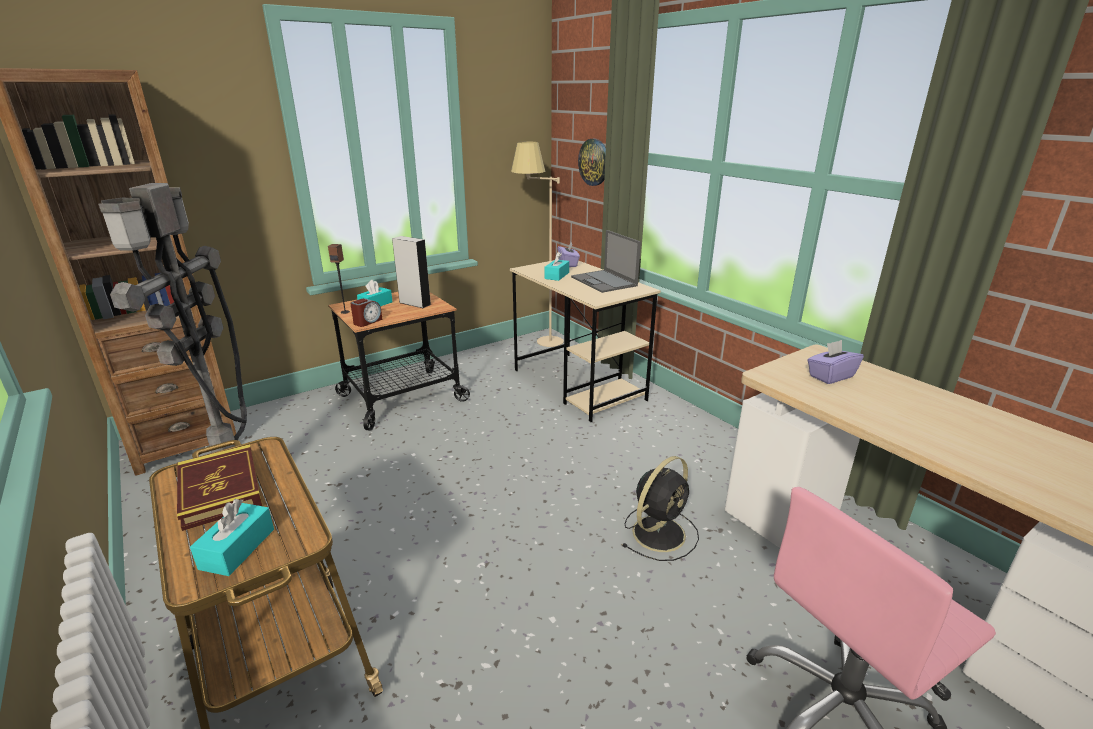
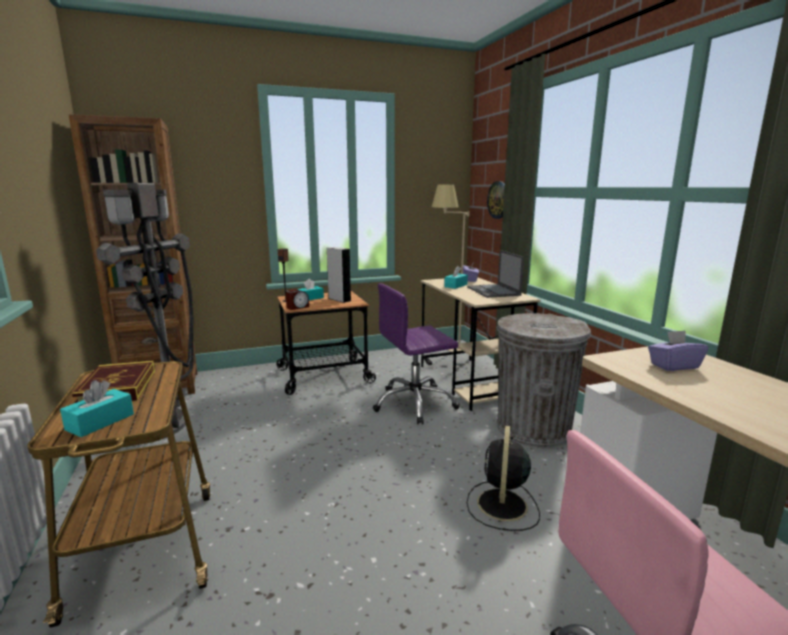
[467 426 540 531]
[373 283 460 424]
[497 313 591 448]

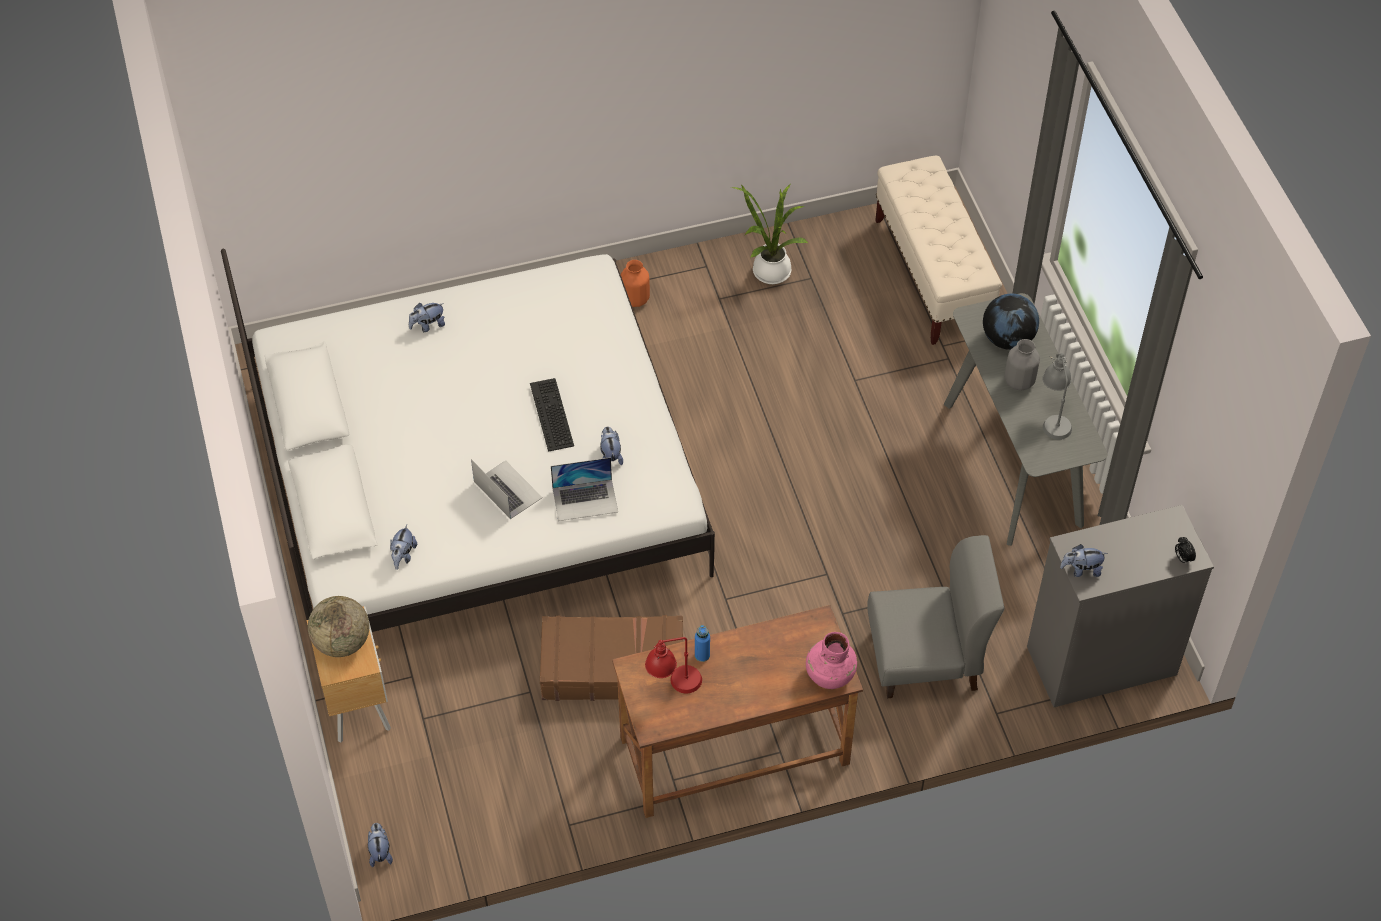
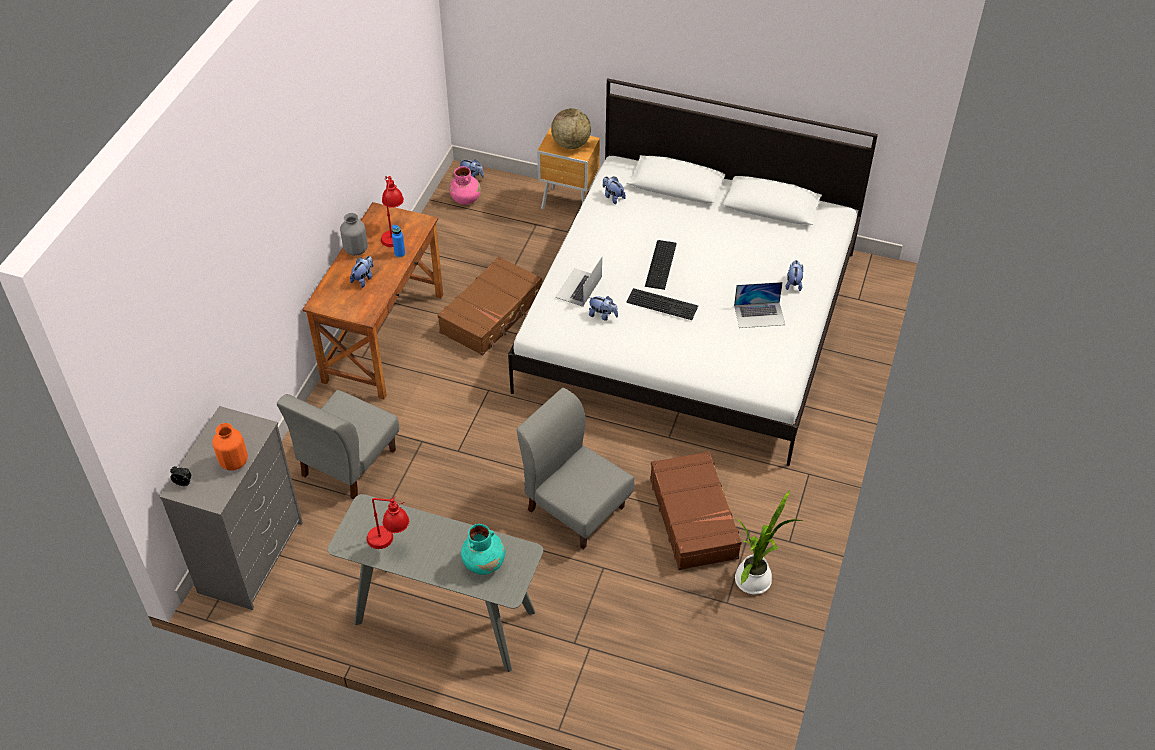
[734 282 785 328]
[212 423 248 470]
[449 166 481 205]
[875 156 1002 345] (first image)
[461 524 505 575]
[340 213 368 256]
[367 497 409 549]
[350 256 373 288]
[517 388 634 549]
[645 240 677 290]
[650 451 742 570]

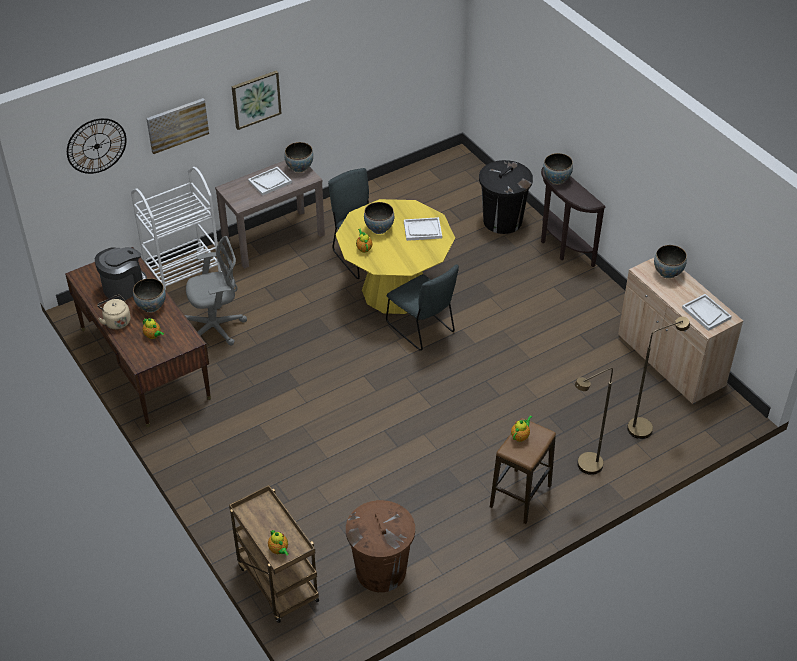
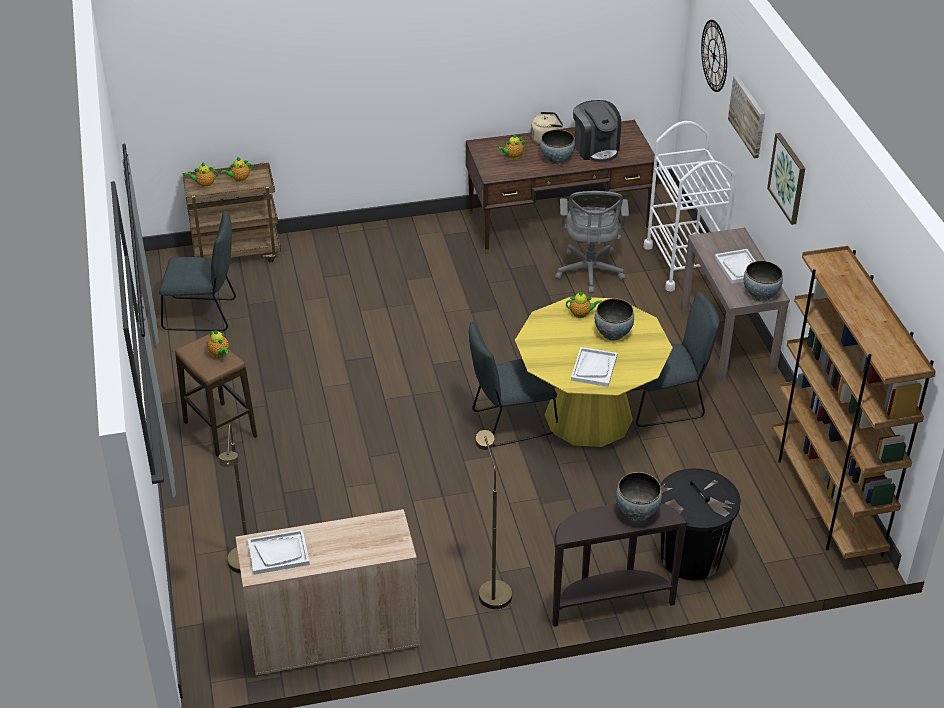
[159 211 236 331]
[475 430 512 609]
[654 245 687 279] (first image)
[221 157 252 182]
[772 246 936 559]

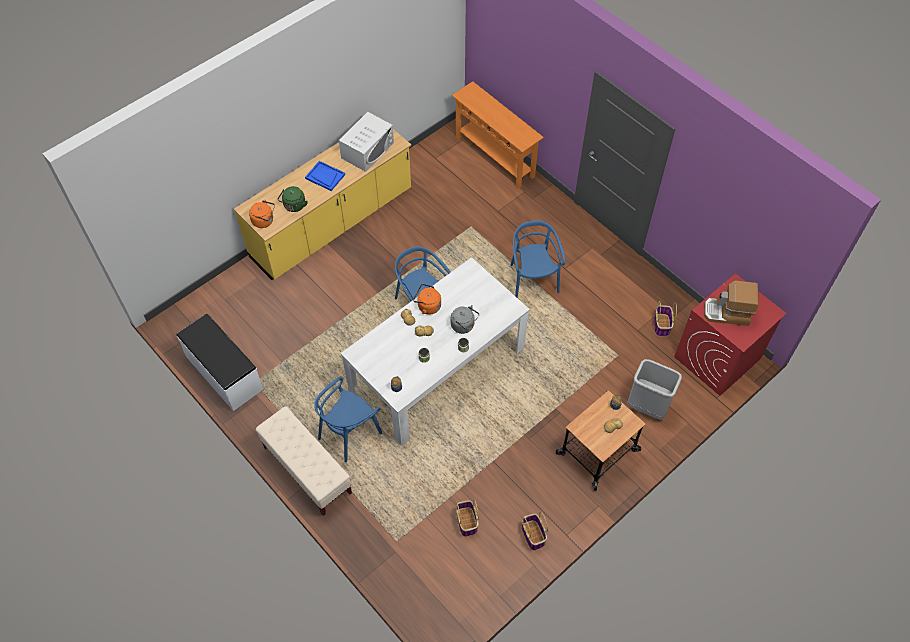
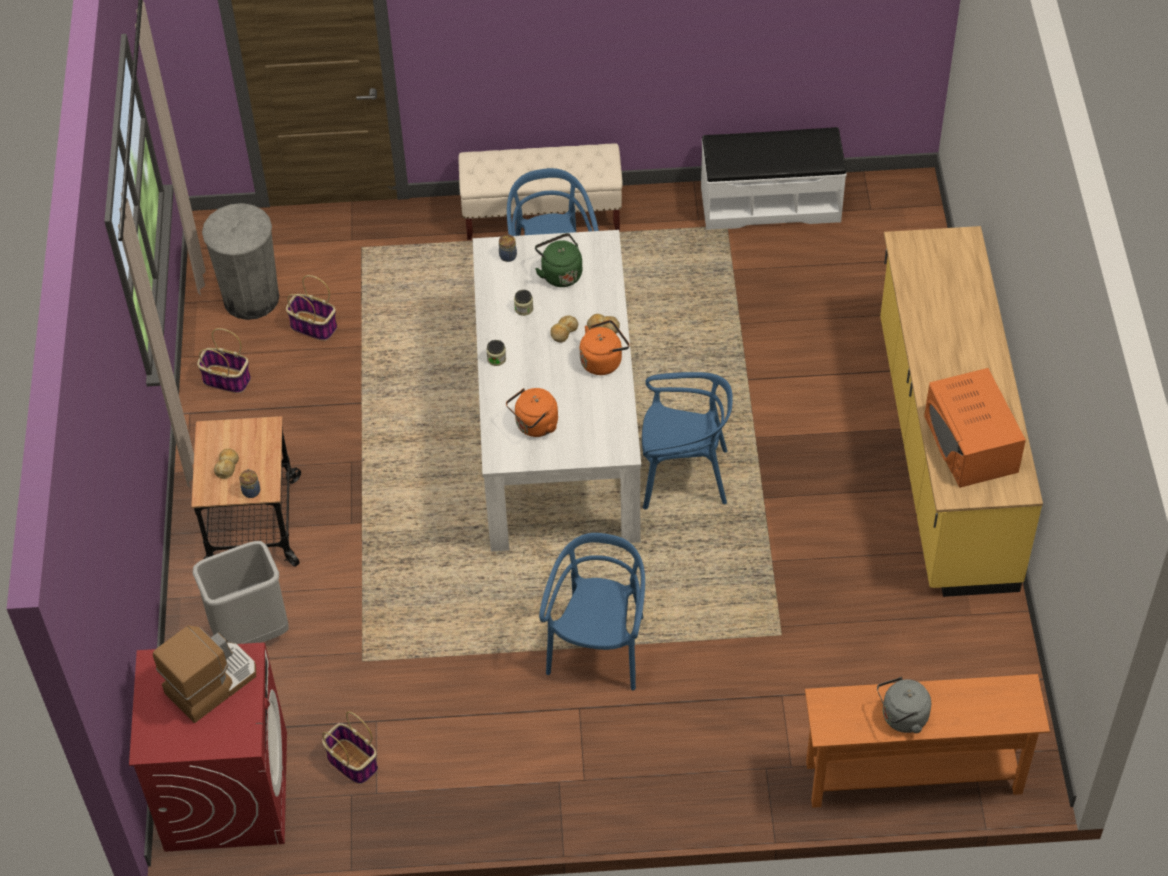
[506 388 558 437]
[535 233 582 287]
[305 161 345 191] (first image)
[924 368 1026 488]
[877 677 931 733]
[539 533 645 690]
[202 203 279 320]

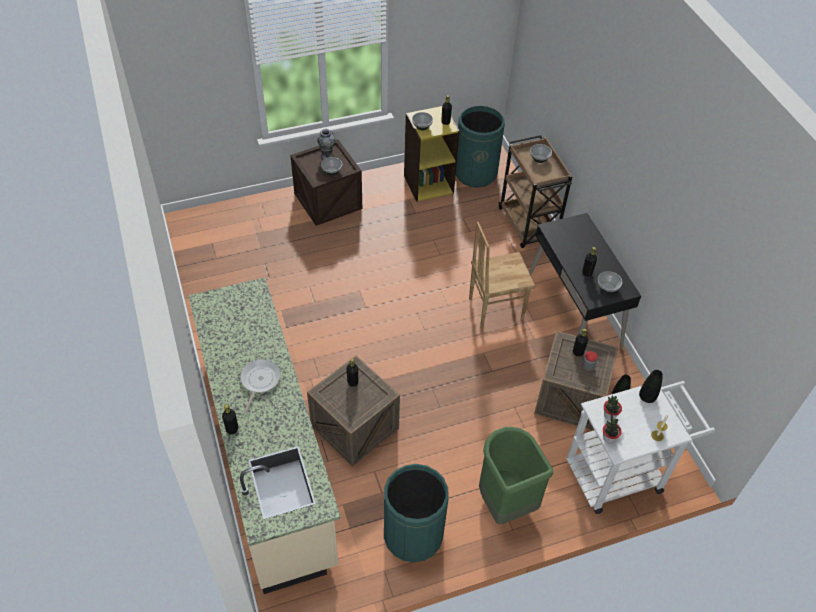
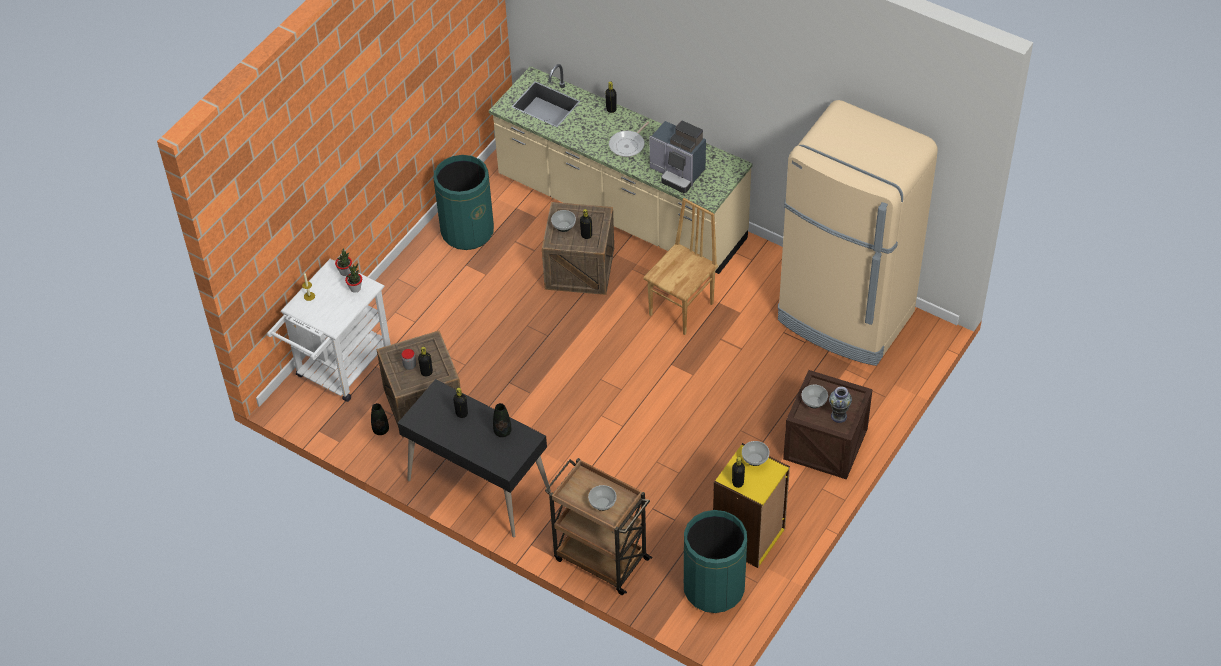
[609 121 649 157]
[643 198 718 335]
[479 427 553 524] (first image)
[551 210 576 232]
[493 403 512 437]
[649 121 706 193]
[778 100 938 366]

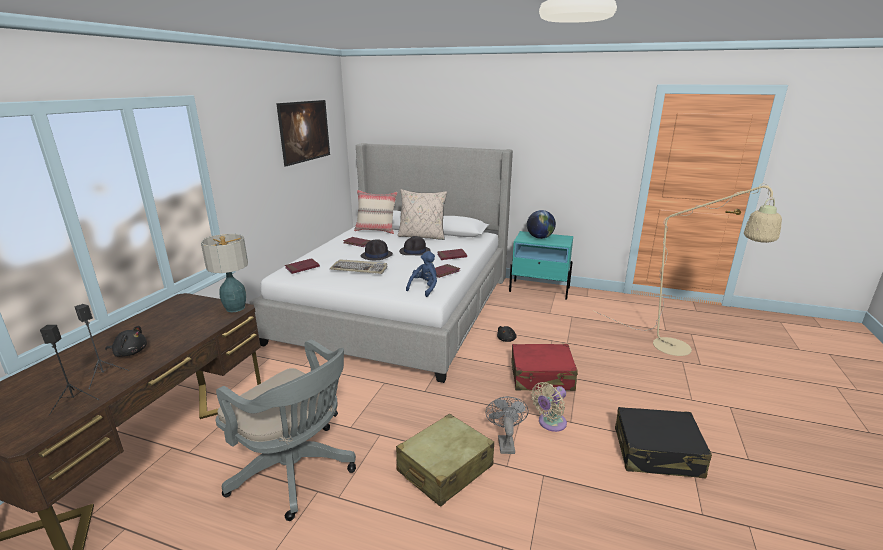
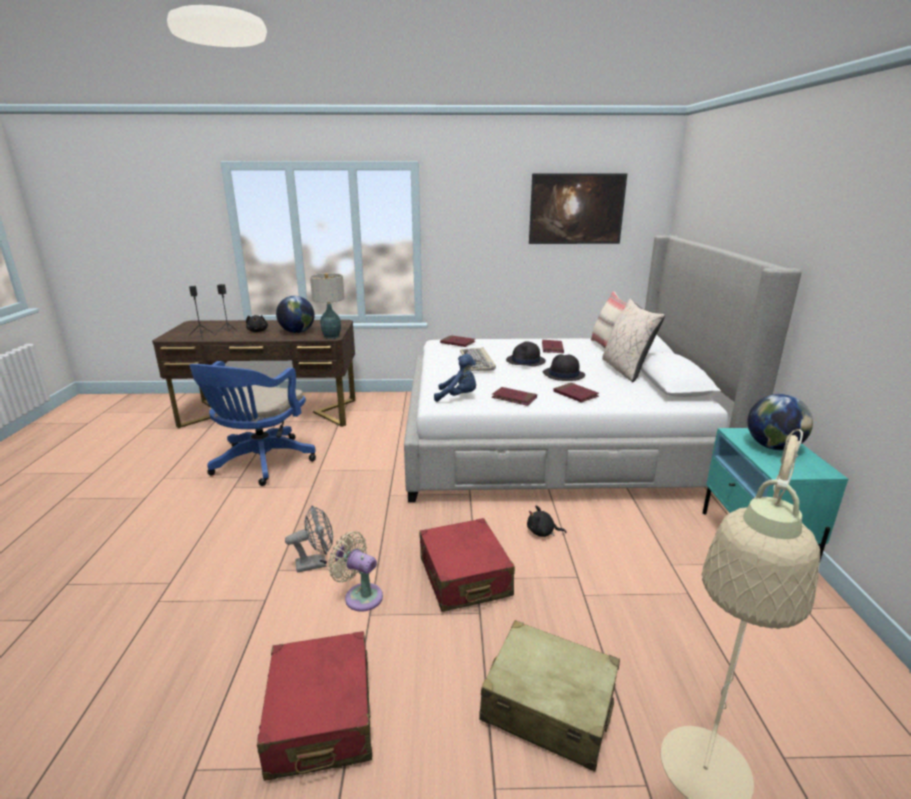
[189 361 316 486]
[479 620 620 772]
[257 631 372 781]
[276 296 315 333]

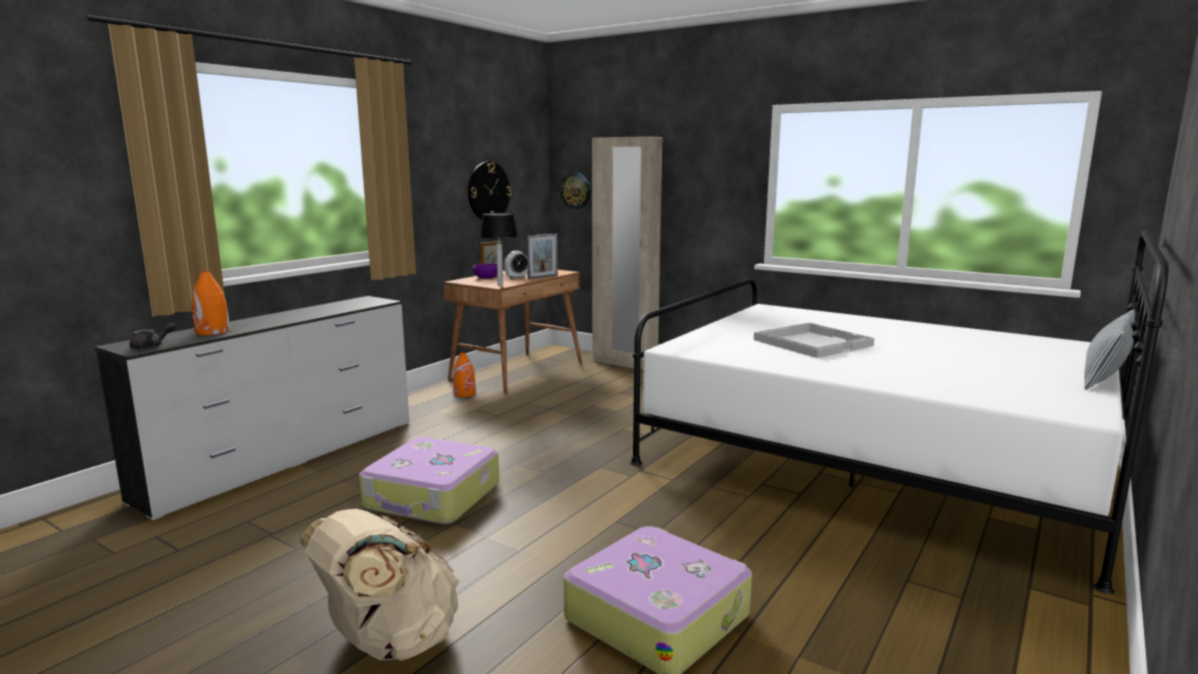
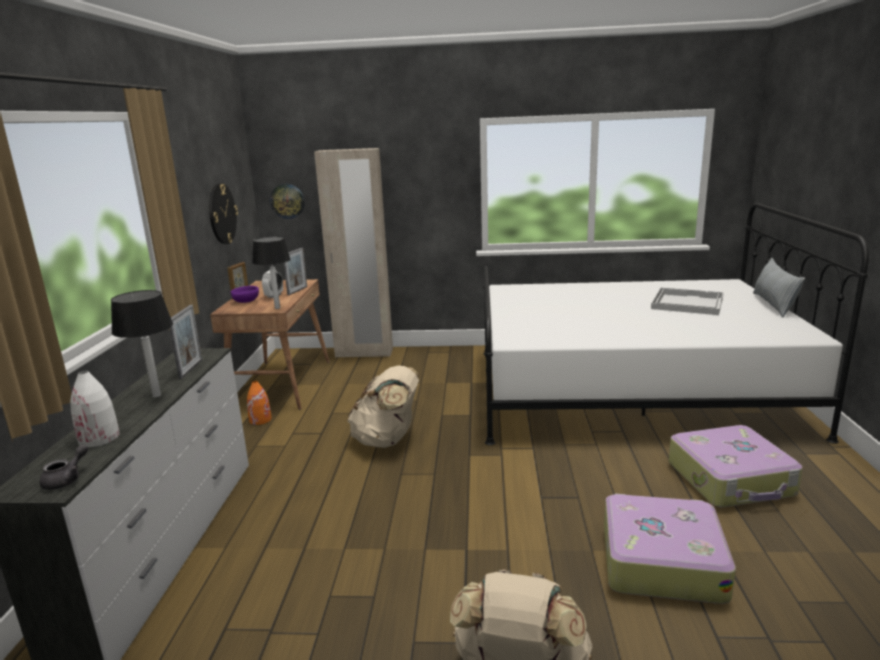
[70 371 120 447]
[669 425 803 507]
[651 287 724 315]
[111 290 173 398]
[169 305 202 379]
[347 366 419 448]

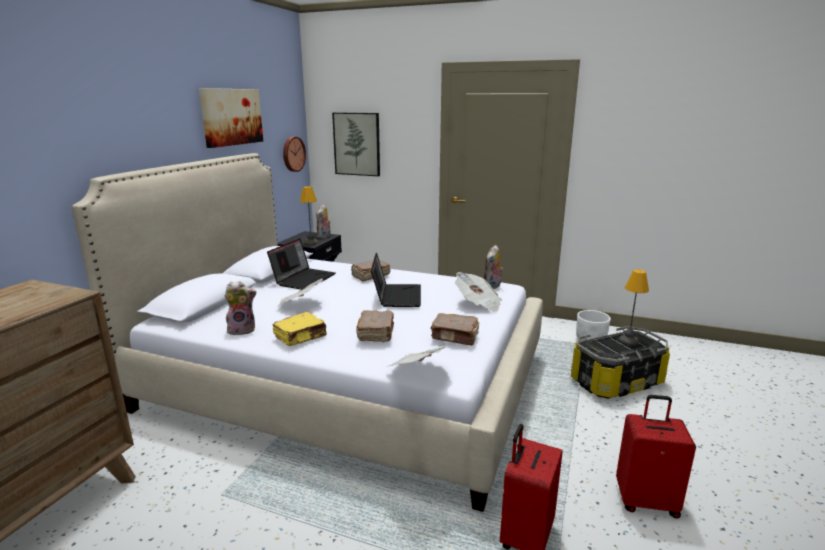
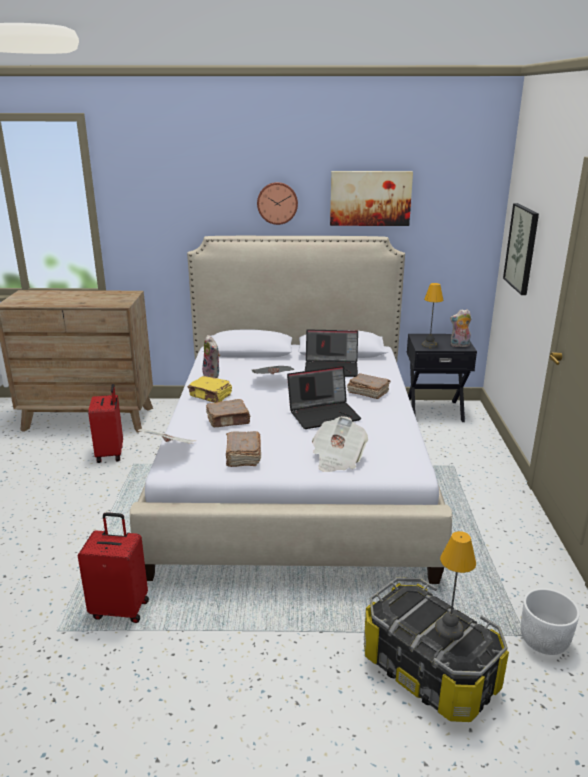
[257 182 298 225]
[484 245 503 289] (first image)
[88 384 123 463]

